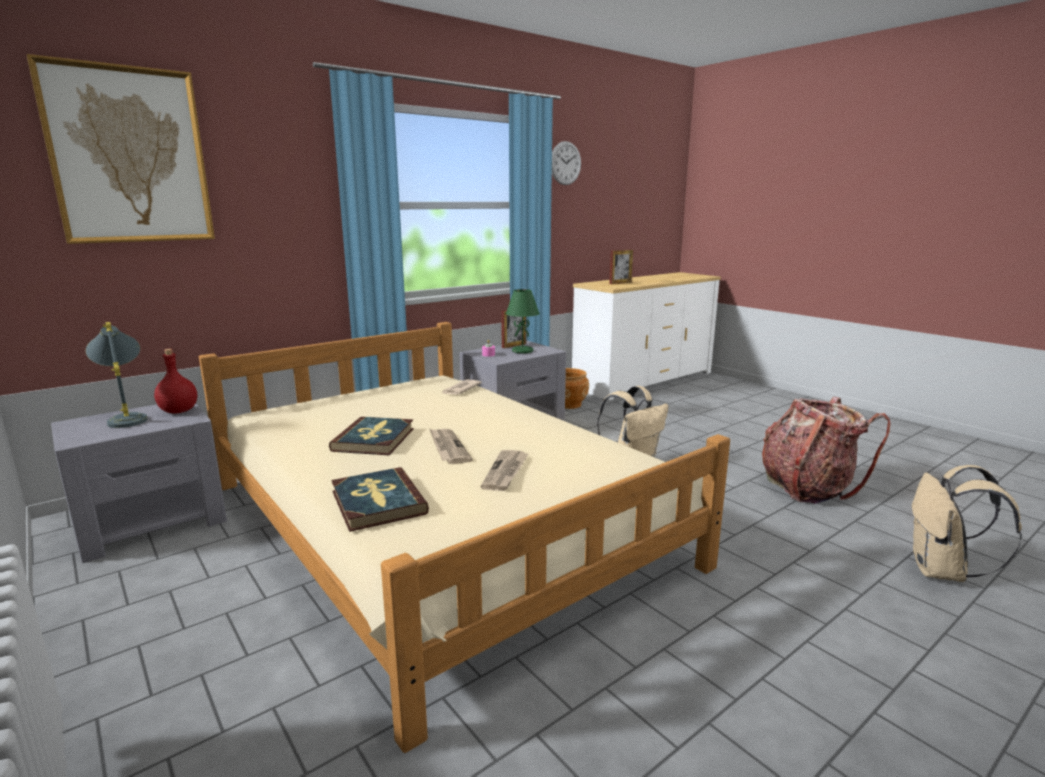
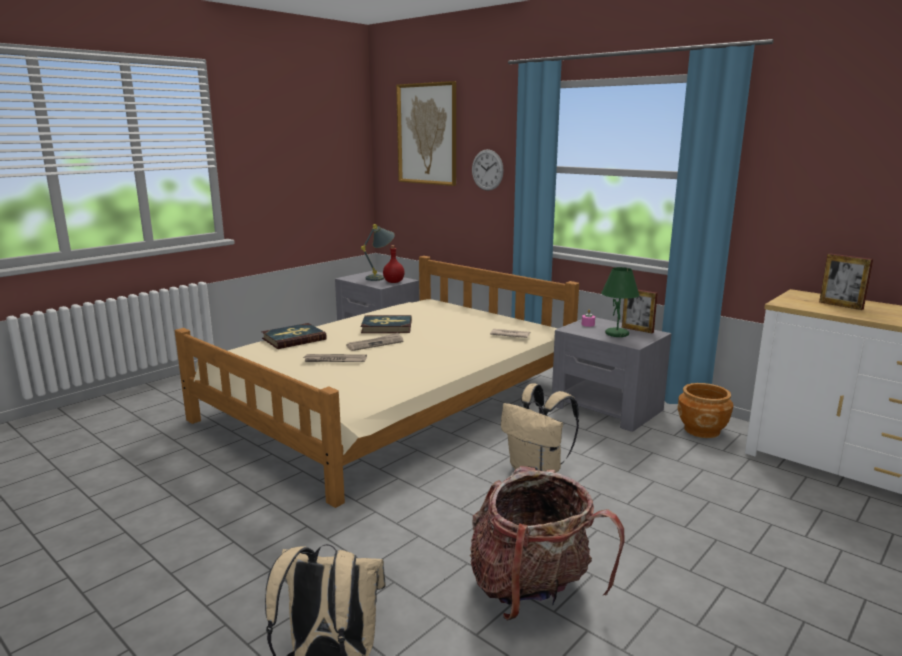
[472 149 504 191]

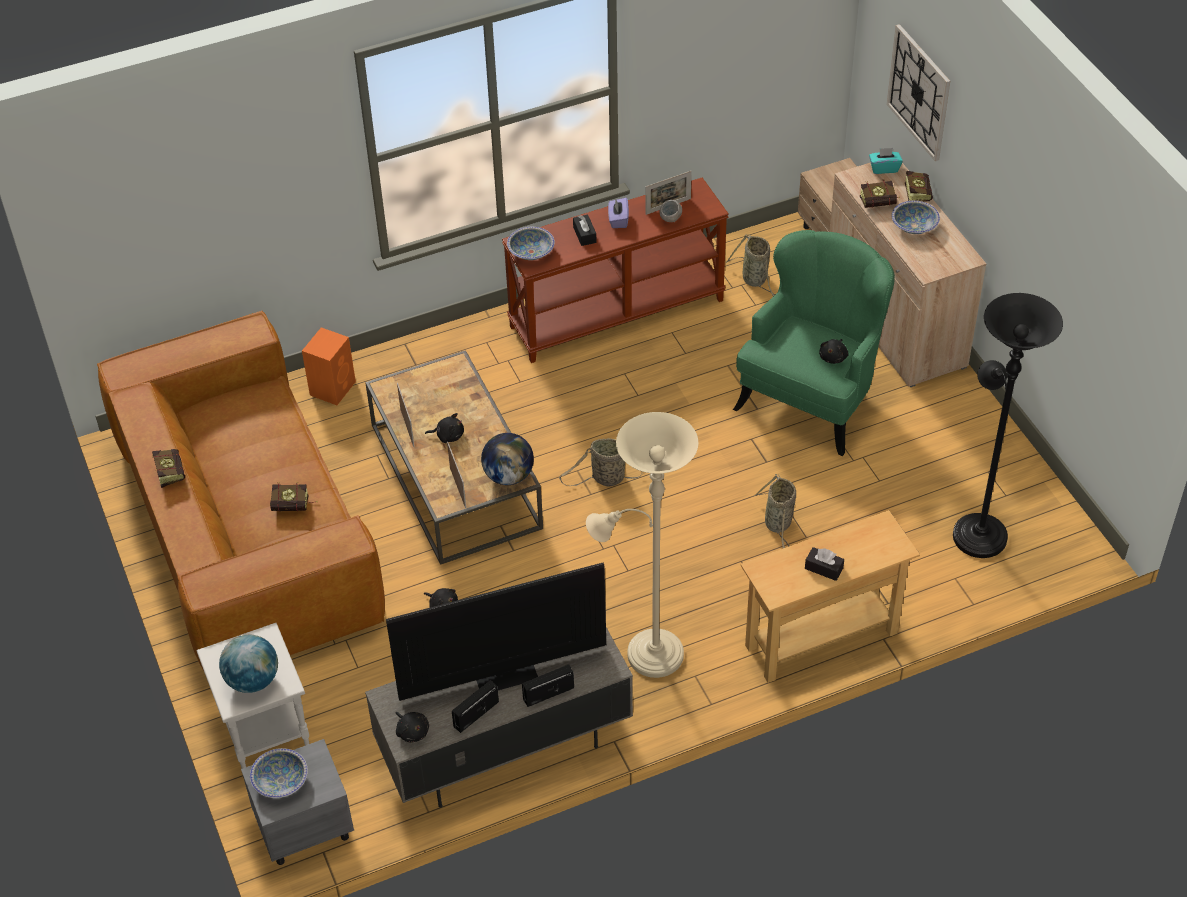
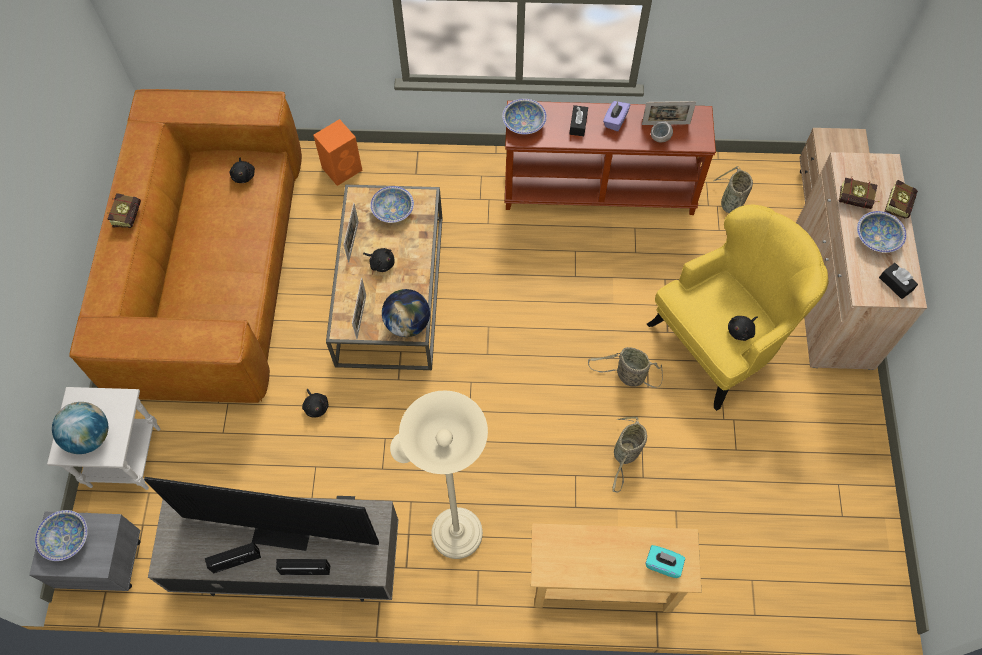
[270 482 318 511] (first image)
[230 158 255 183]
[588 347 663 388]
[647 205 829 411]
[879 263 918 299]
[645 545 685 578]
[887 24 950 161] (first image)
[953 293 1063 558] (first image)
[370 186 414 223]

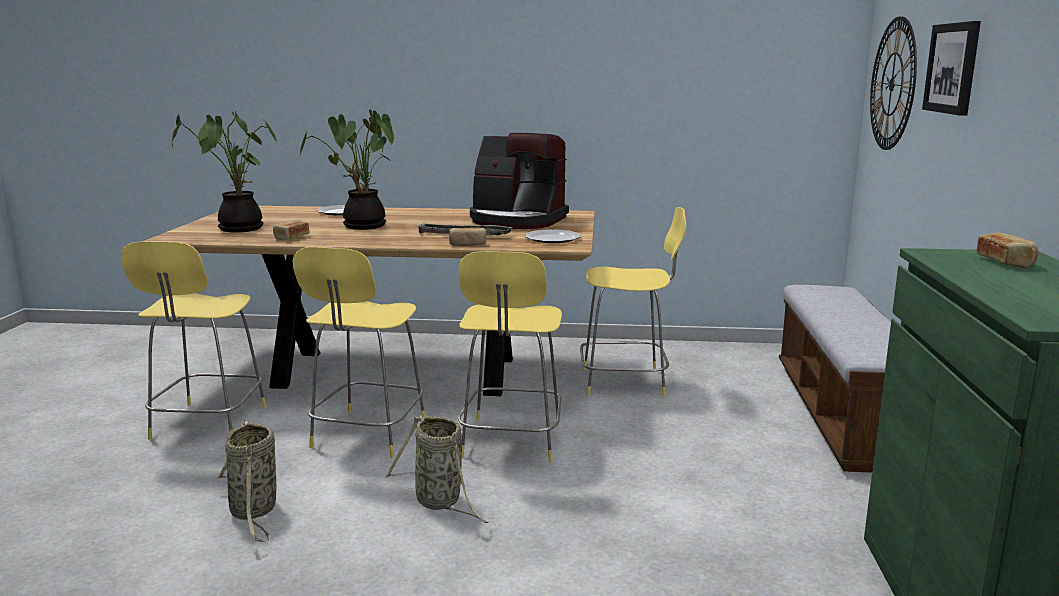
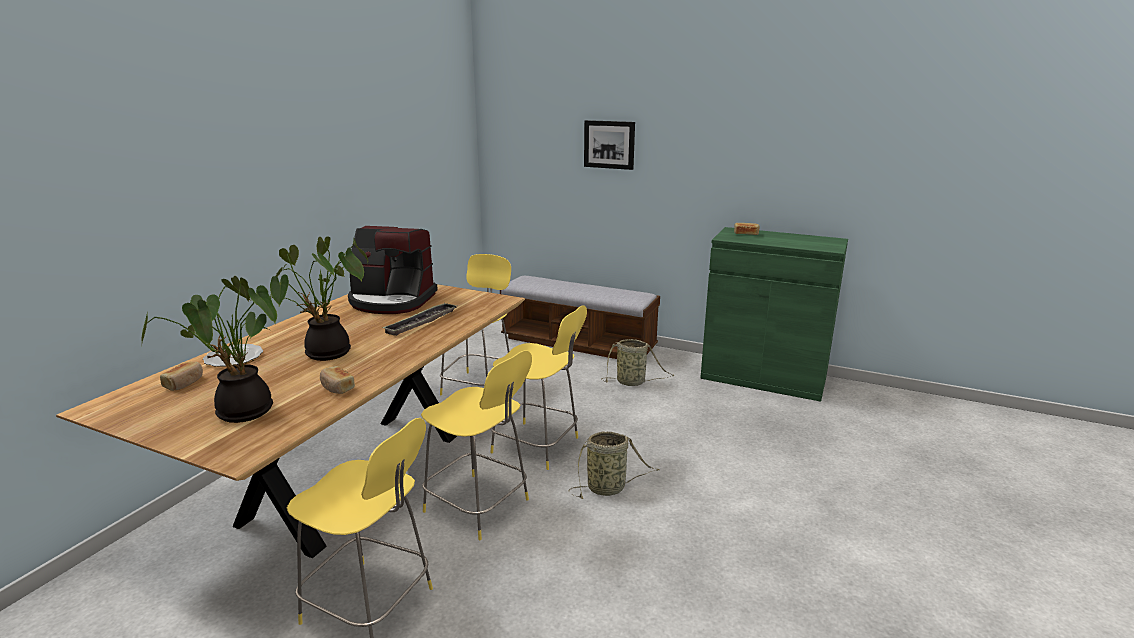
[601 339 675 386]
[160 362 203 391]
[348 226 438 314]
[525 230 581 243] (first image)
[870 16 917 150] (first image)

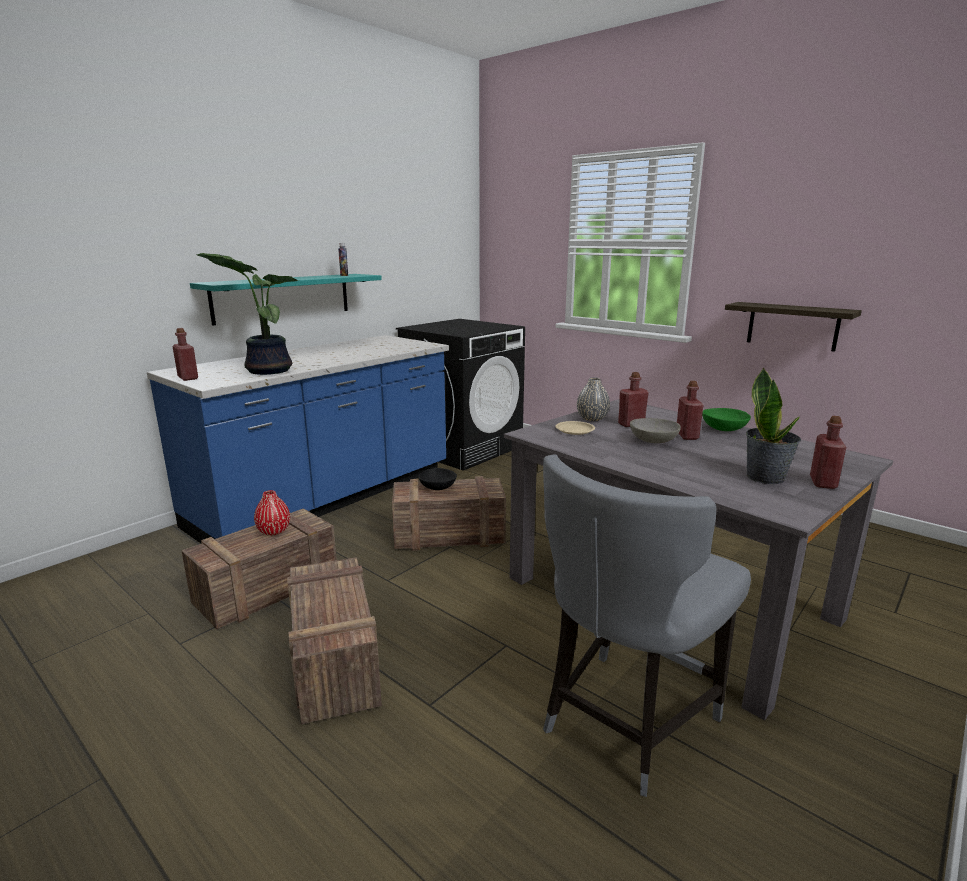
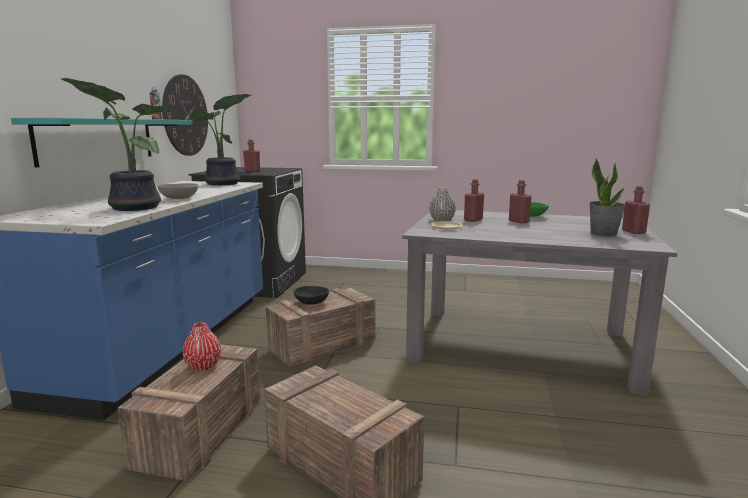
[243 140 260 172]
[543 454 751 797] (first image)
[157 183 198 199]
[725 302 862 352] (first image)
[162 74 208 156]
[185 94 251 186]

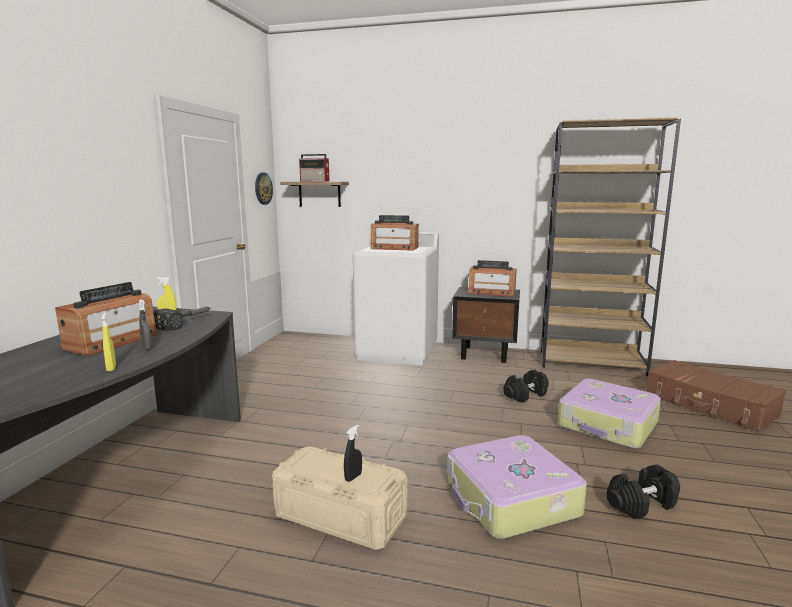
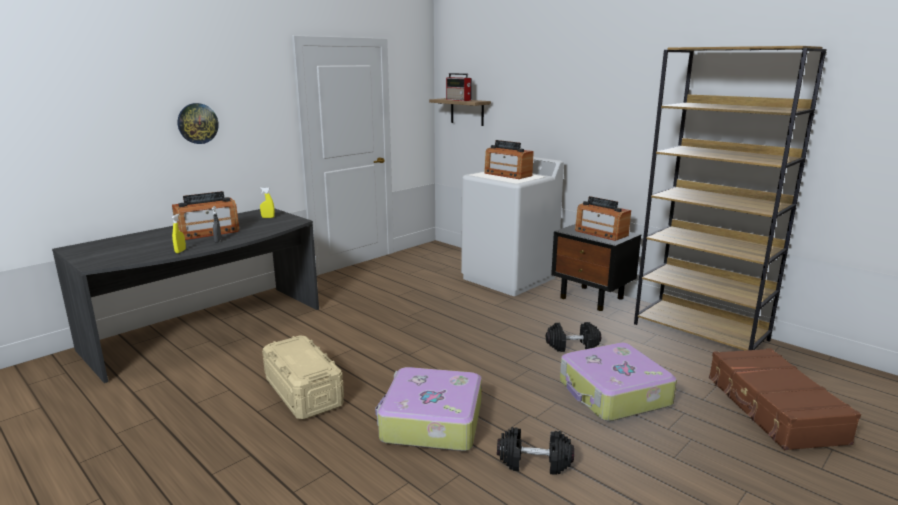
[153 307 211 331] (first image)
[177 103 219 144]
[344 425 362 482] (first image)

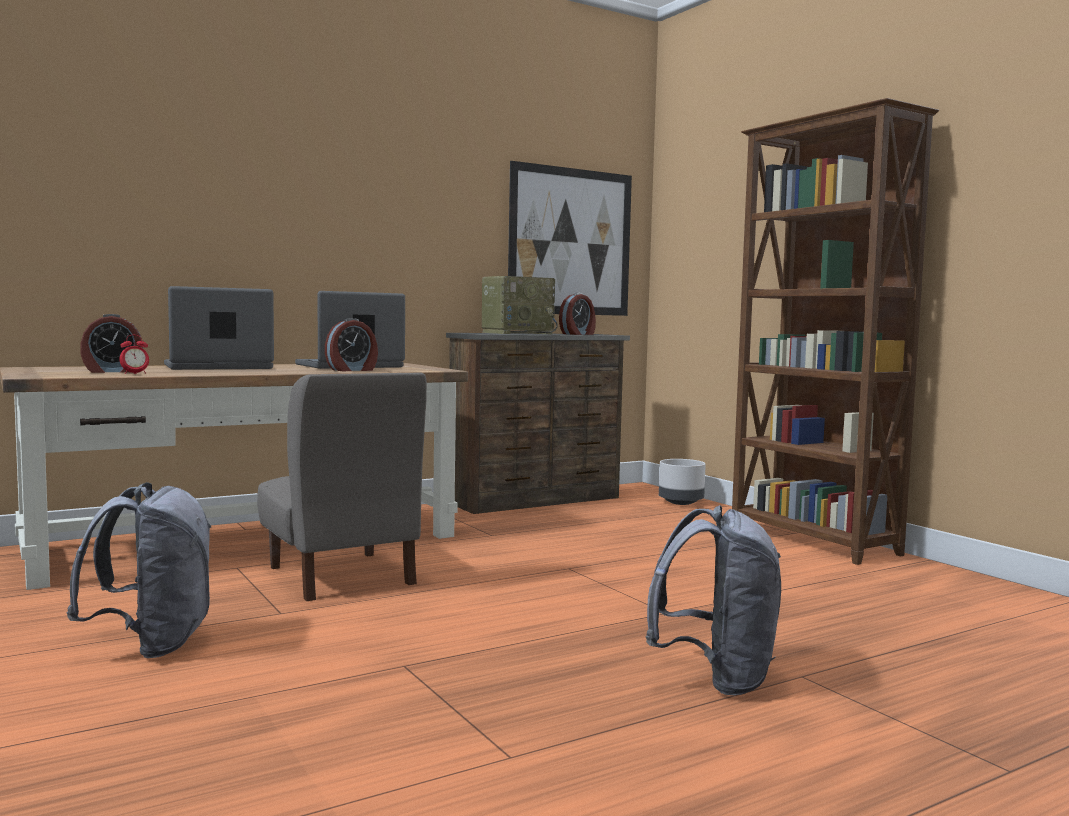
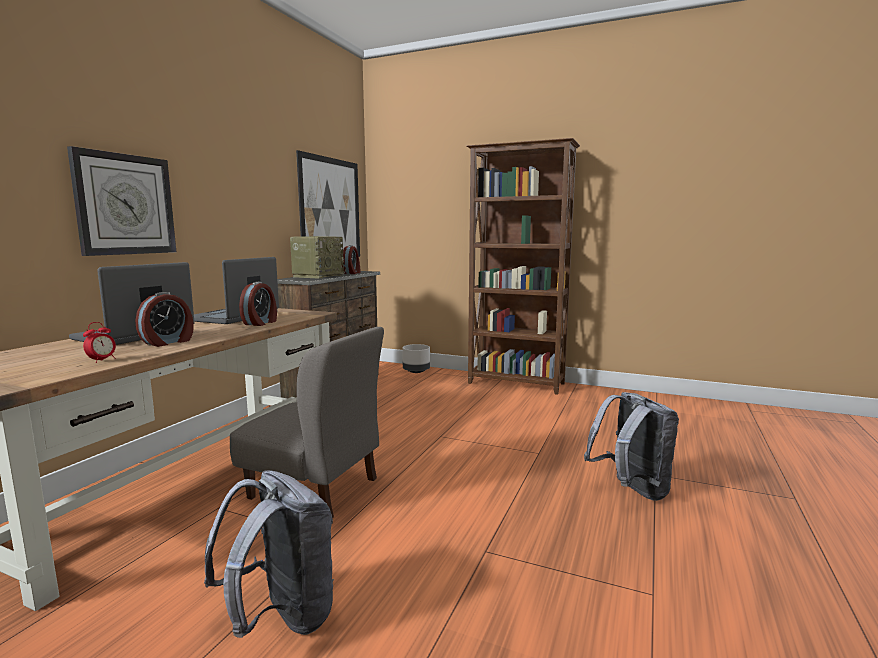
[135 292 194 347]
[67 146 176 256]

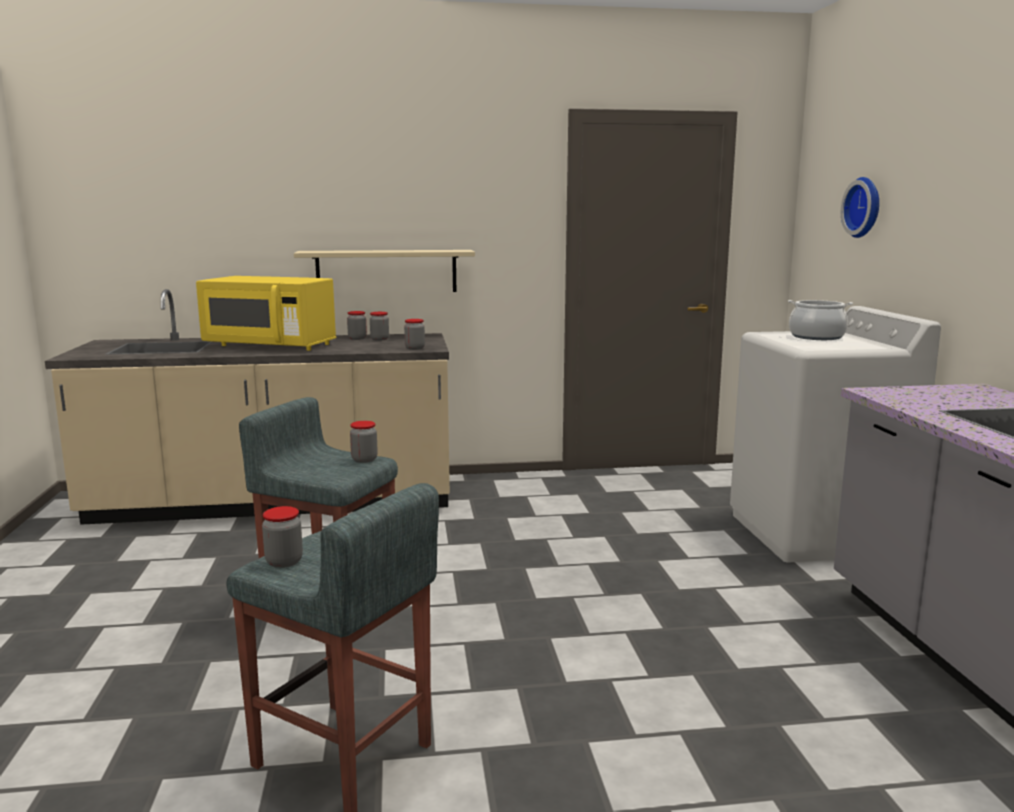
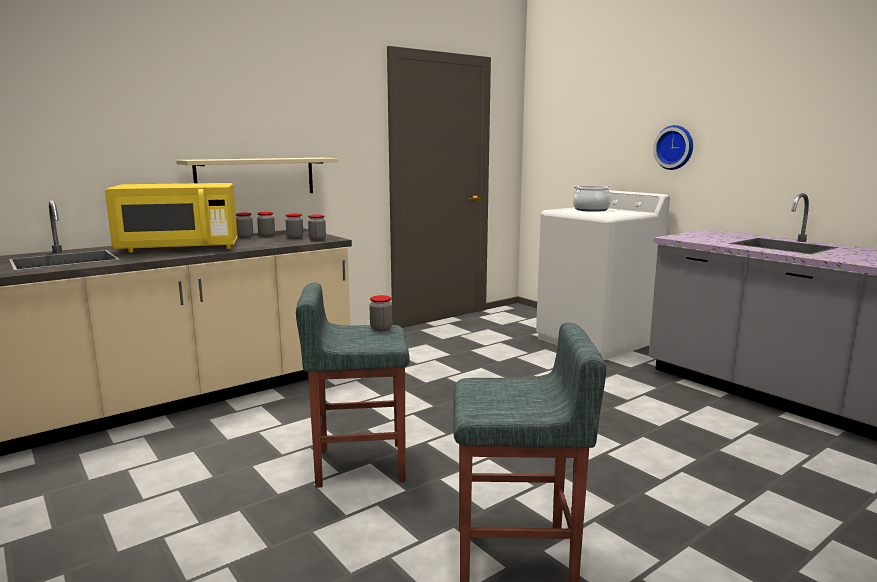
[286 213 303 239]
[653 125 693 170]

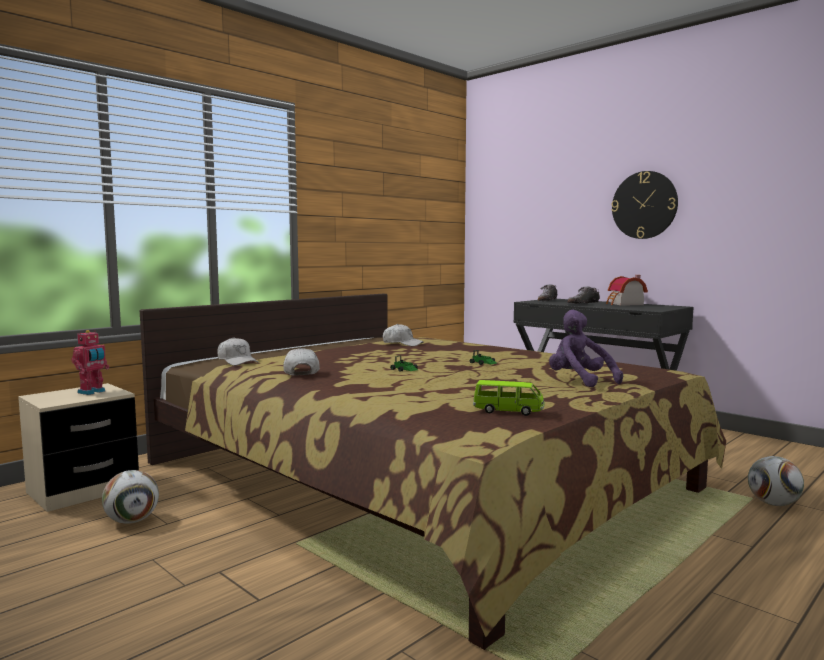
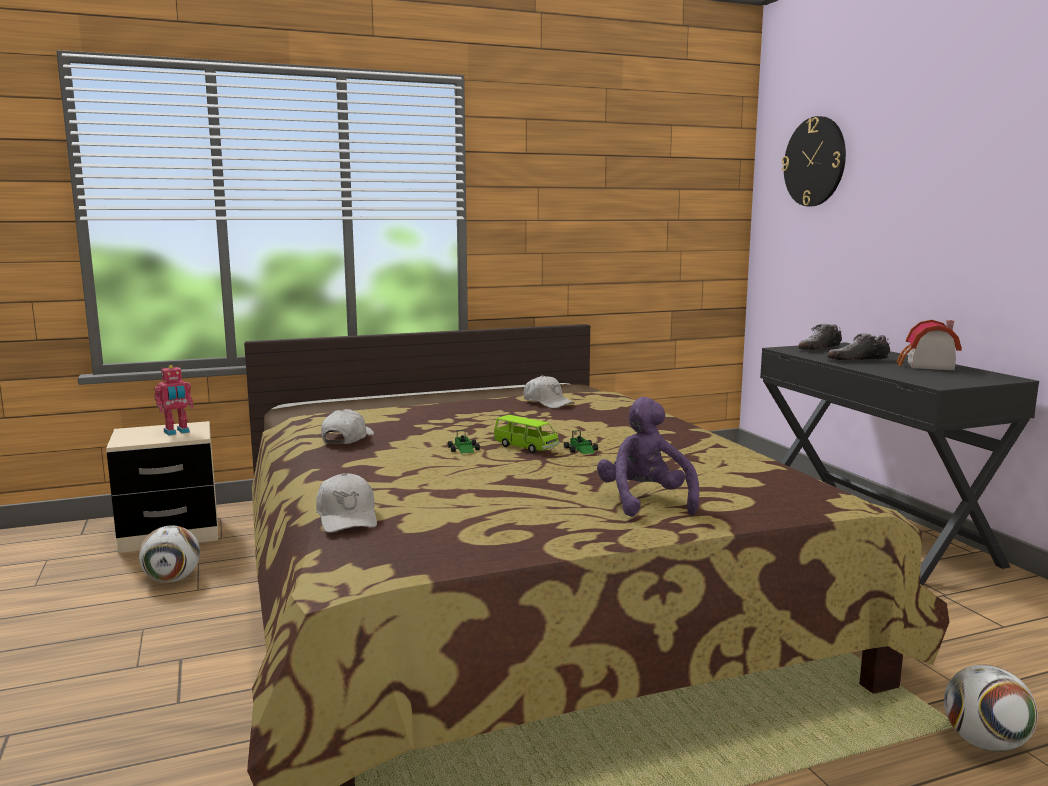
[316 473 377 533]
[493 415 560 453]
[782 116 846 206]

